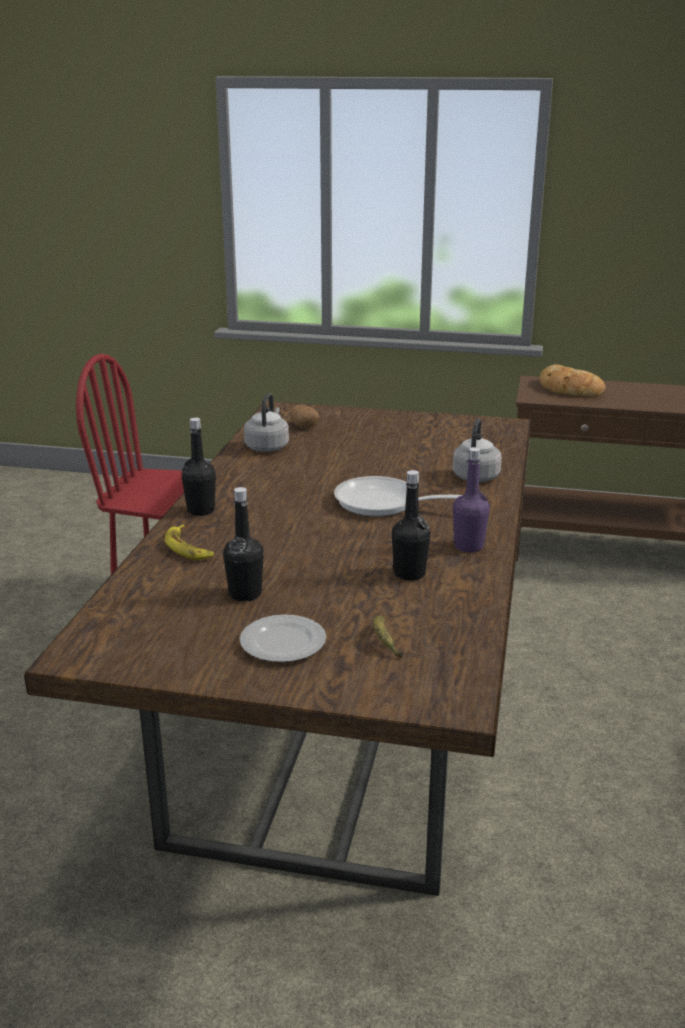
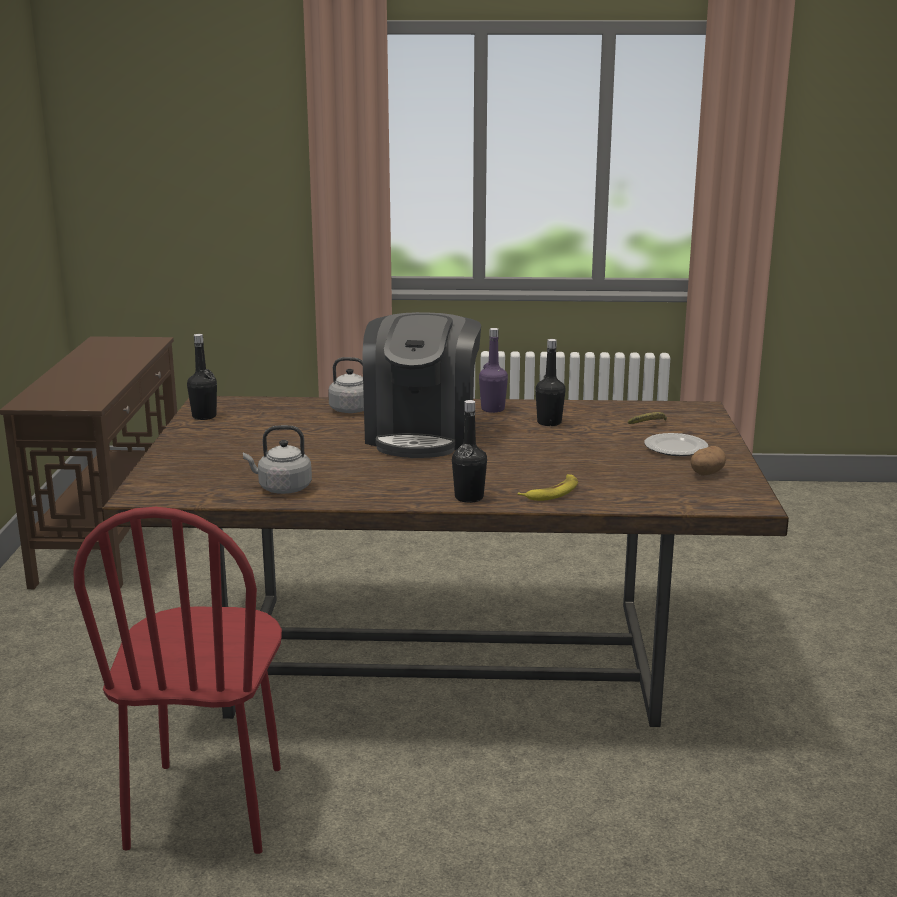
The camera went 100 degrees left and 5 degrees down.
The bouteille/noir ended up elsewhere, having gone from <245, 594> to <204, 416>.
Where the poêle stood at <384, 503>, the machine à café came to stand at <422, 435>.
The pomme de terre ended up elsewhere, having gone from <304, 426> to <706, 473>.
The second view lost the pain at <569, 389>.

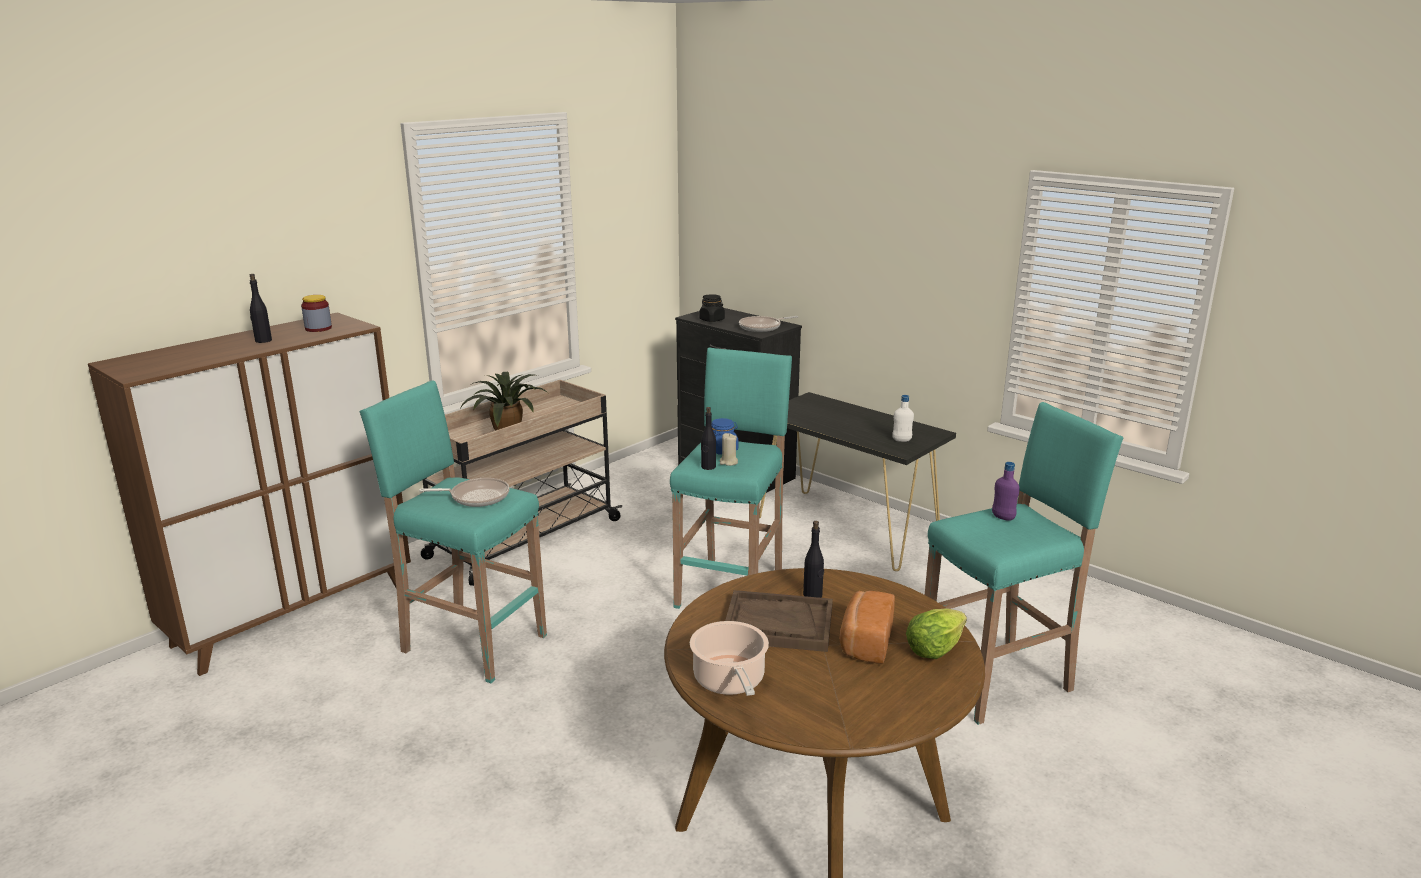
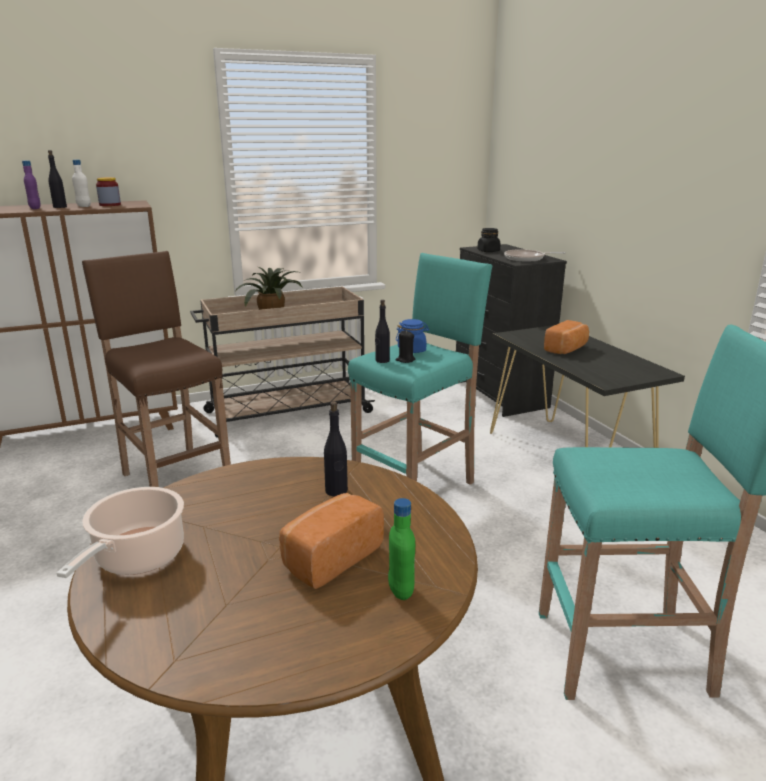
The camera went 25 degrees right and 0 degrees up.
The bouteille/violet ended up elsewhere, having gone from <1003, 517> to <35, 208>.
The bouteille/blanc ended up elsewhere, having gone from <901, 440> to <84, 206>.
What was the tabouret/turquoise at <471, 643> turned into the tabouret/marron at <175, 480>.
Where the laitue stood at <934, 649>, the bouteille/vert came to stand at <401, 590>.
What was the bougie/beige at <728, 462> turned into the bougie/noir at <405, 360>.
The second view gained the pain at <567, 349>.
The second view lost the poêle at <476, 497>.
The second view lost the plateau/marron at <778, 624>.

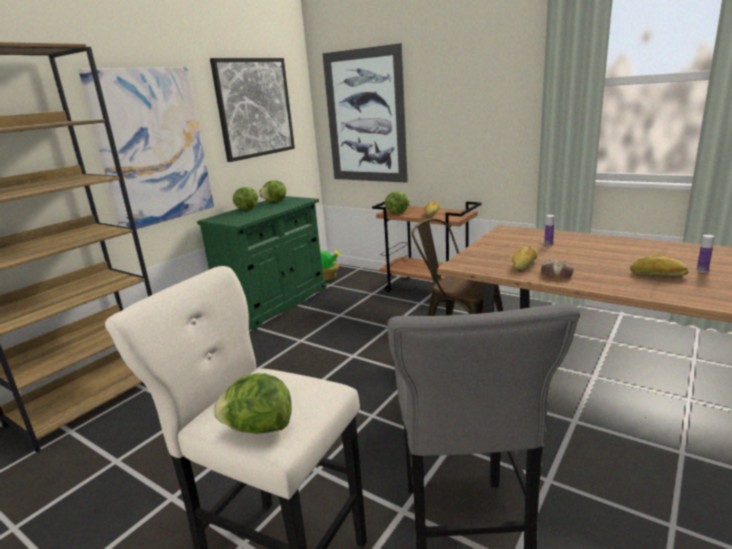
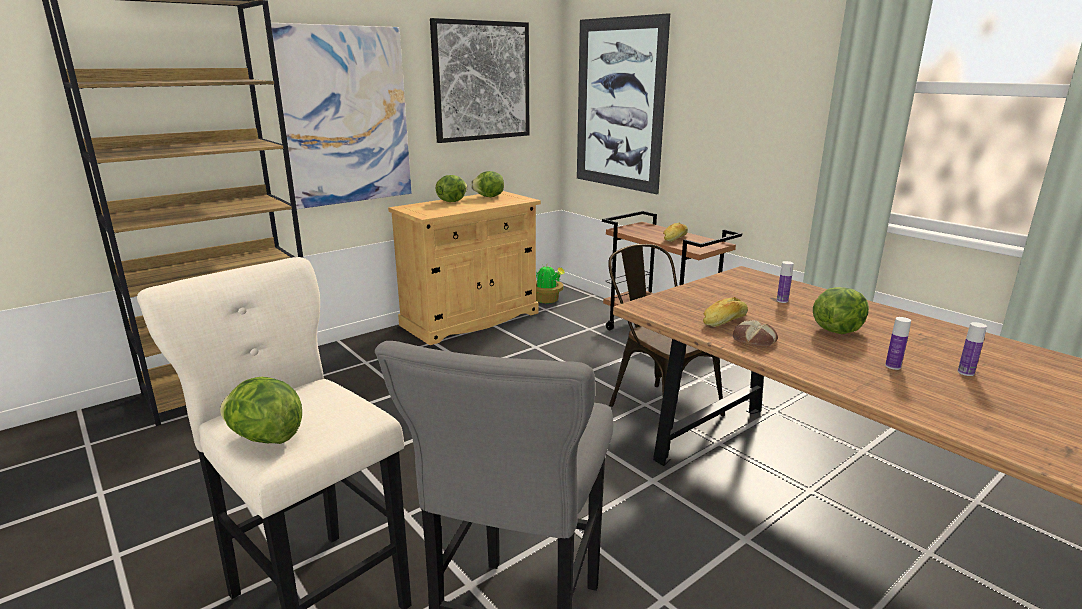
The camera went 15 degrees right and 0 degrees up.
What was the meuble de rangement/vert at <275, 303> turned into the meuble de rangement/beige at <470, 319>.
The laitue ended up elsewhere, having gone from <397, 212> to <837, 330>.
Where the pain stood at <657, 274>, the bouteille came to stand at <893, 366>.

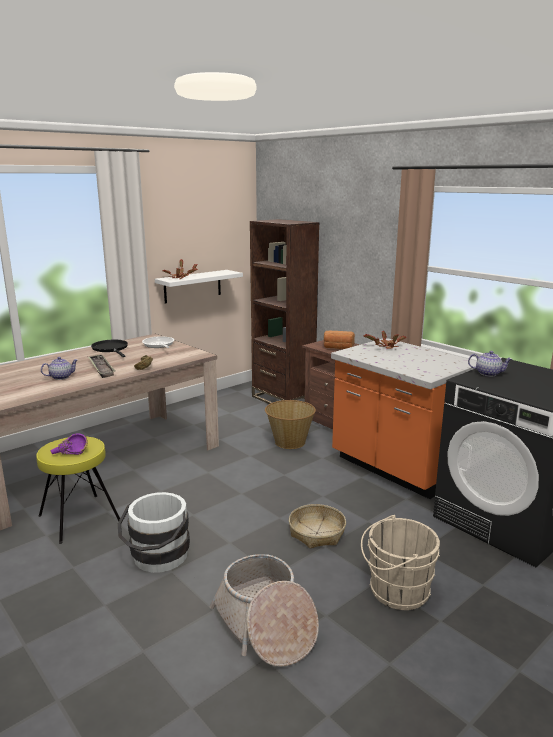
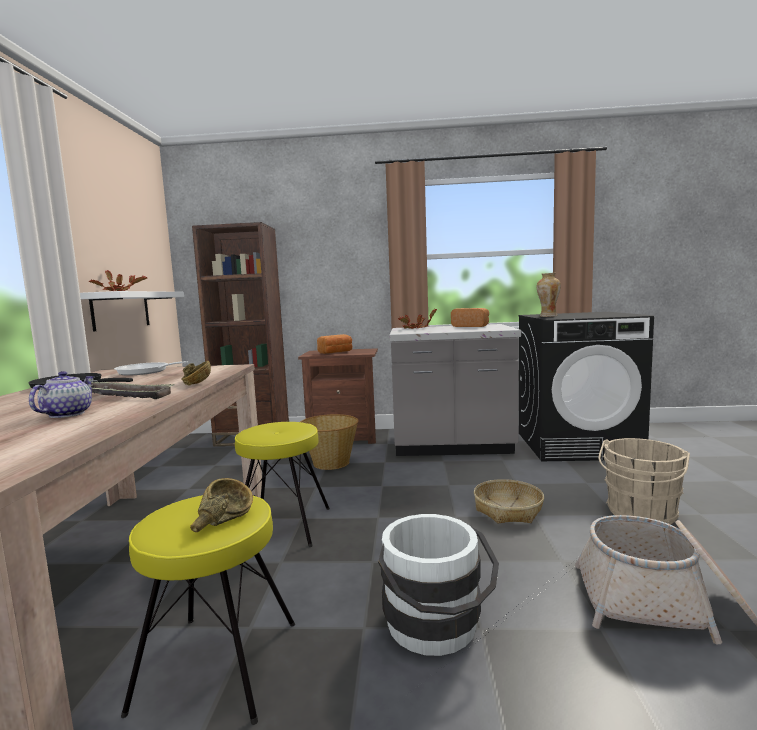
The camera went 45 degrees left and 10 degrees down.
What was the bol/violet at <70, 453> turned into the bol/marron at <223, 520>.
The second view gained the tabouret/jaune at <284, 525>.
What was the comptoir de cuisine/orange at <397, 468> turned into the comptoir de cuisine/gris at <452, 446>.
The second view gained the pain at <471, 326>.
Where the théière stood at <488, 373>, the vase came to stand at <548, 316>.

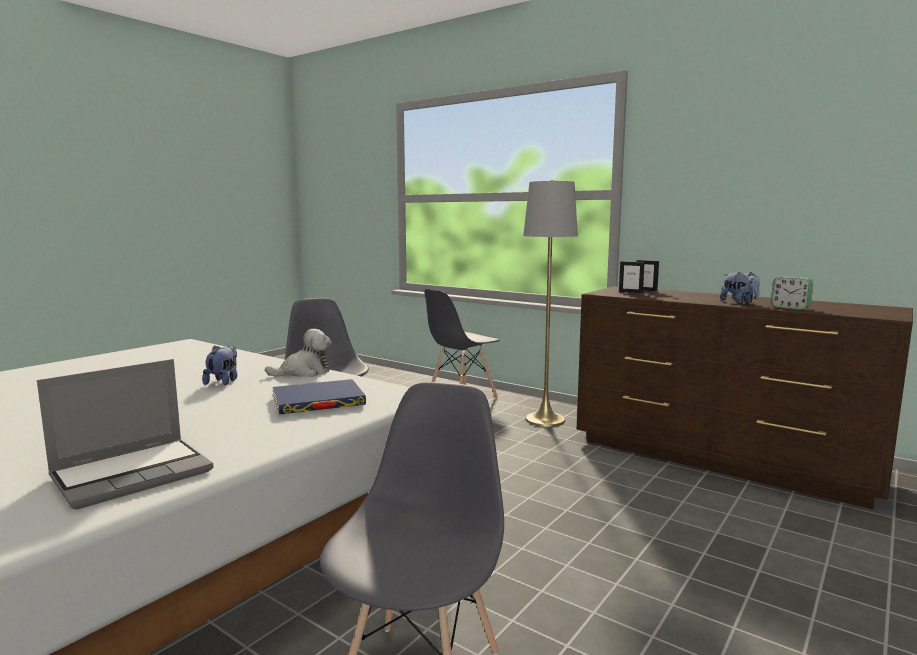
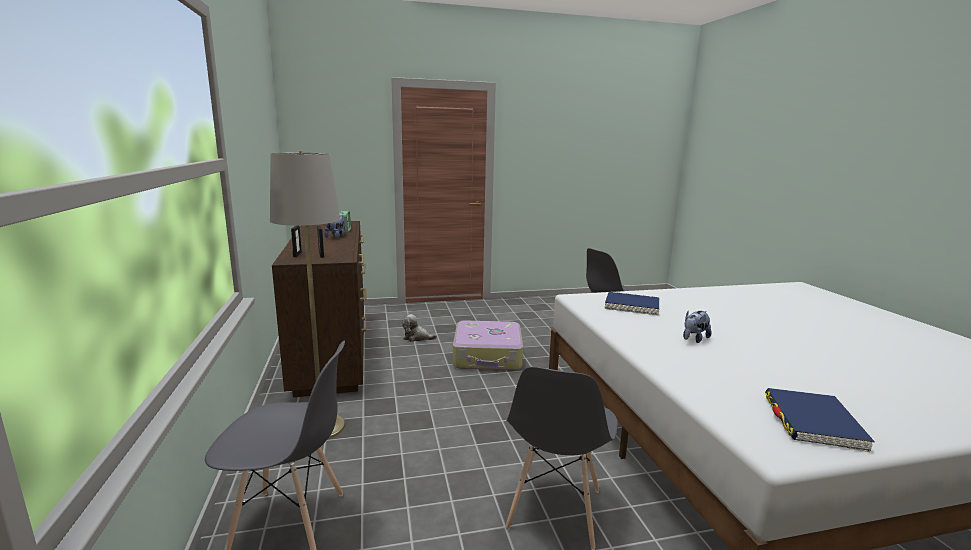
The camera went 140 degrees left and 5 degrees up.
The peluche ended up elsewhere, having gone from <304, 372> to <417, 338>.
The second view gained the valise at <488, 356>.
The second view gained the livre/bleu at <812, 422>.
The second view lost the ordinateur portable at <134, 473>.

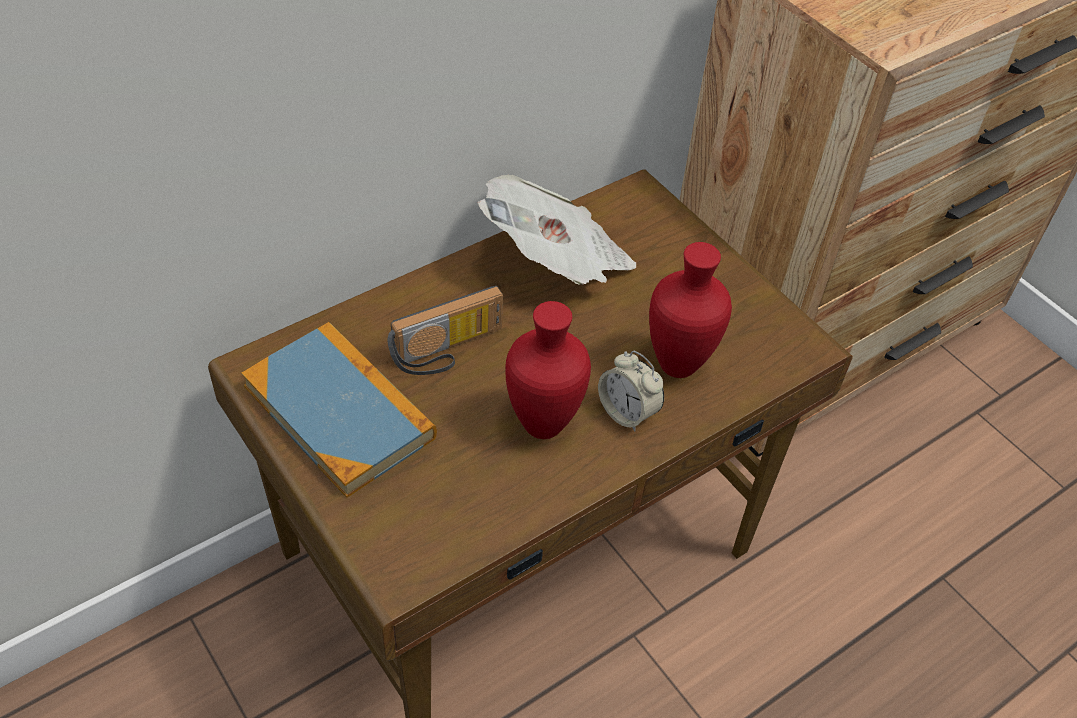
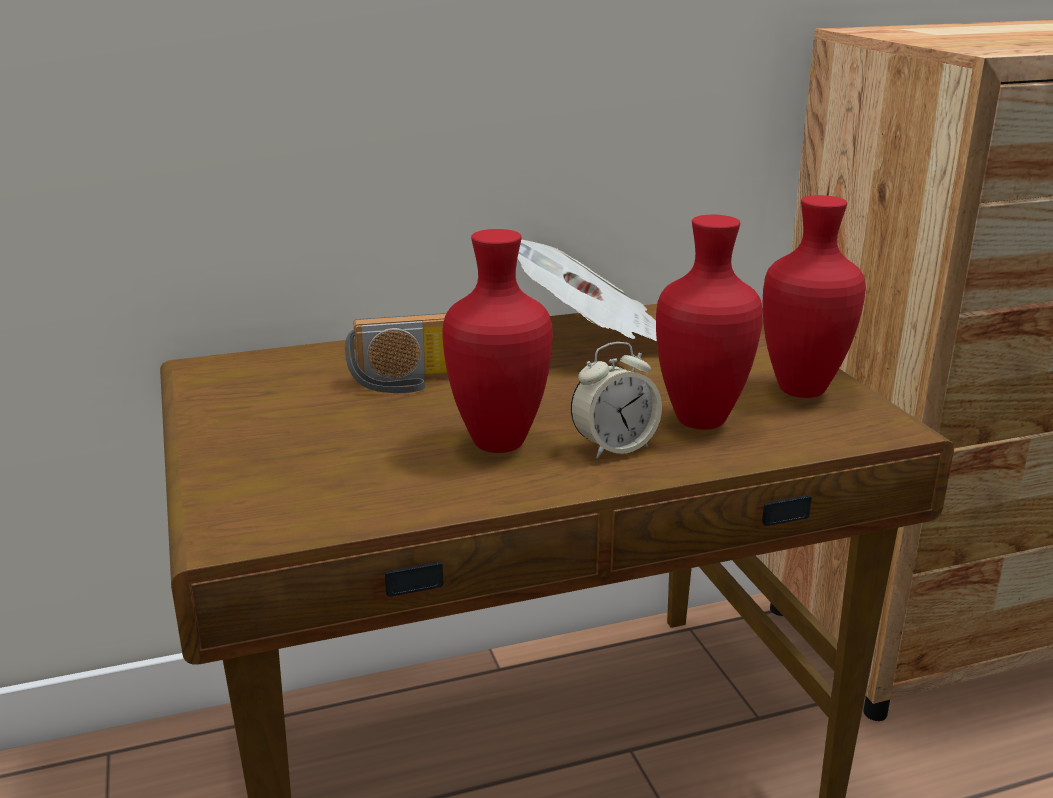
The camera went 20 degrees right and 25 degrees down.
The réveil at <627, 412> ended up facing another way, 90 degrees counterclockwise from before.
The second view gained the vase/rouge at <802, 388>.
The second view lost the livre at <339, 412>.

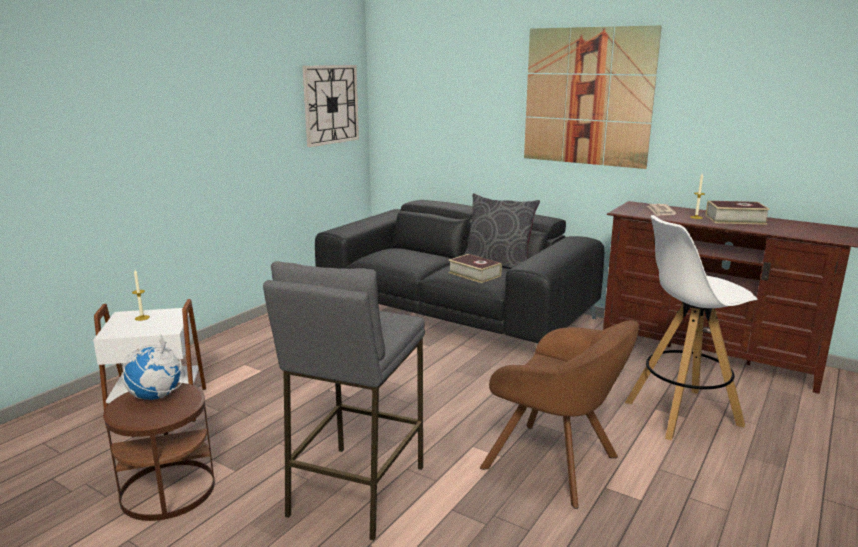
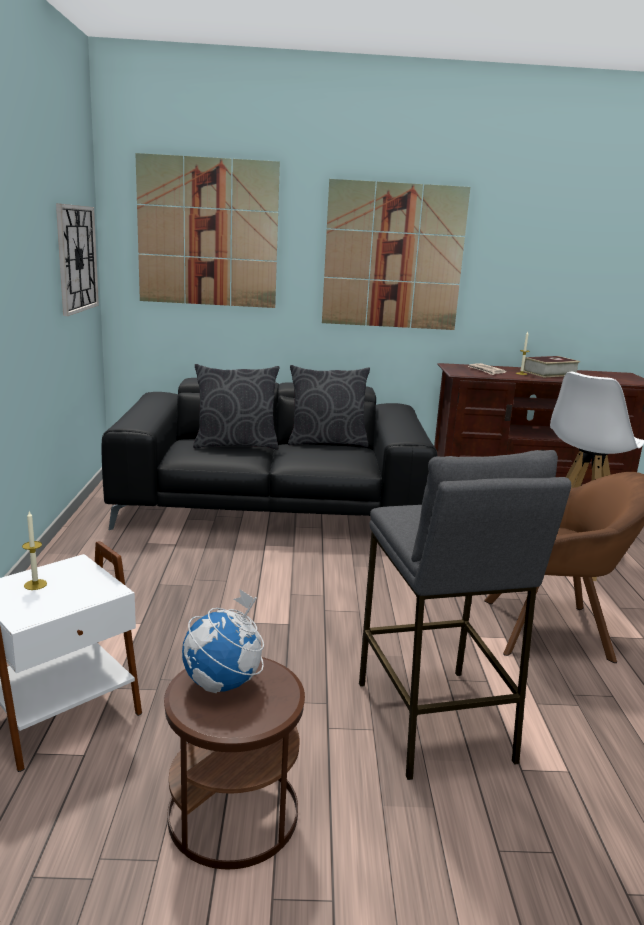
The camera went 35 degrees left and 0 degrees up.
The second view gained the tableau at <208, 233>.
The second view gained the coussin/gris at <236, 444>.
The second view lost the livre at <474, 274>.

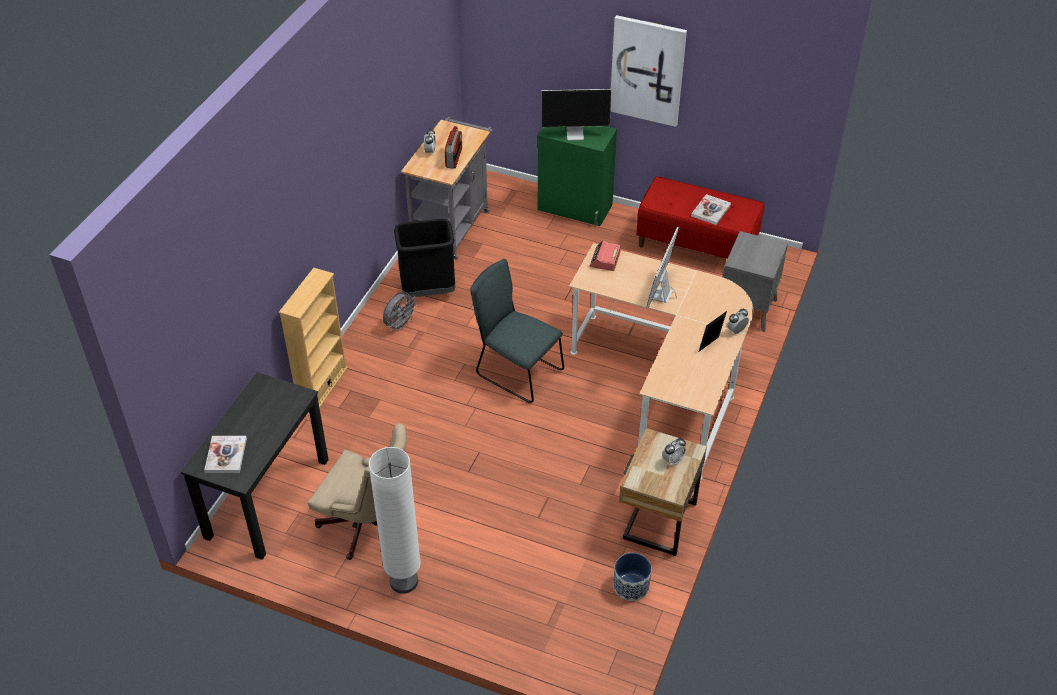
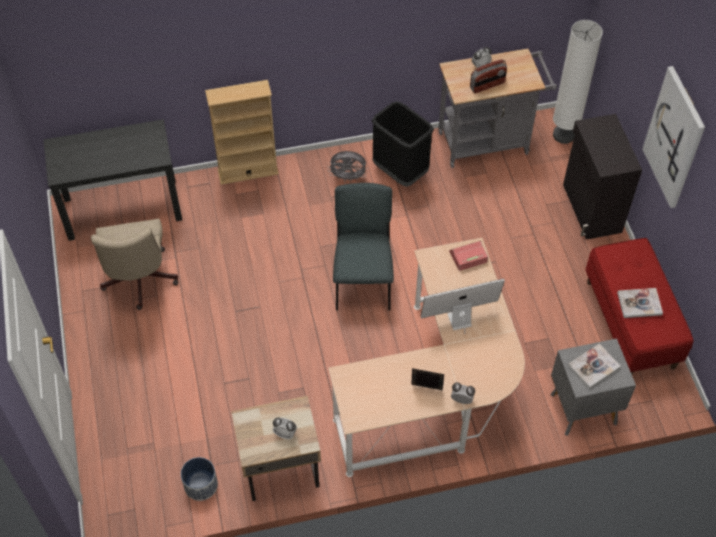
The camera went 55 degrees right and 10 degrees up.
The lampadaire/blanc ended up elsewhere, having gone from <404, 581> to <563, 135>.
What was the meuble de rangement/vert at <575, 208> turned into the meuble de rangement/noir at <591, 209>.
The livre ended up elsewhere, having gone from <226, 455> to <593, 367>.
The second view lost the écran d'ordinateur at <575, 134>.

